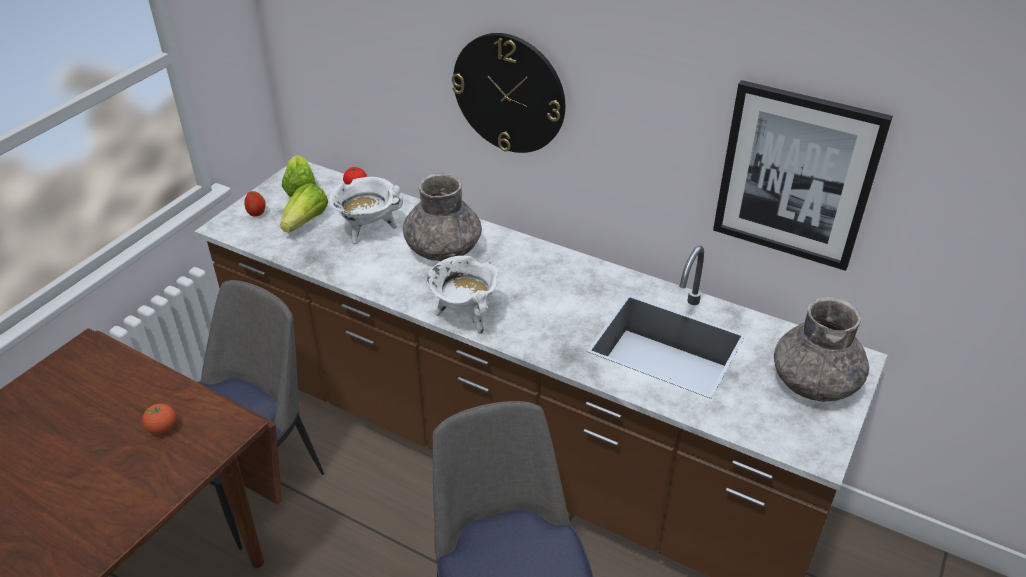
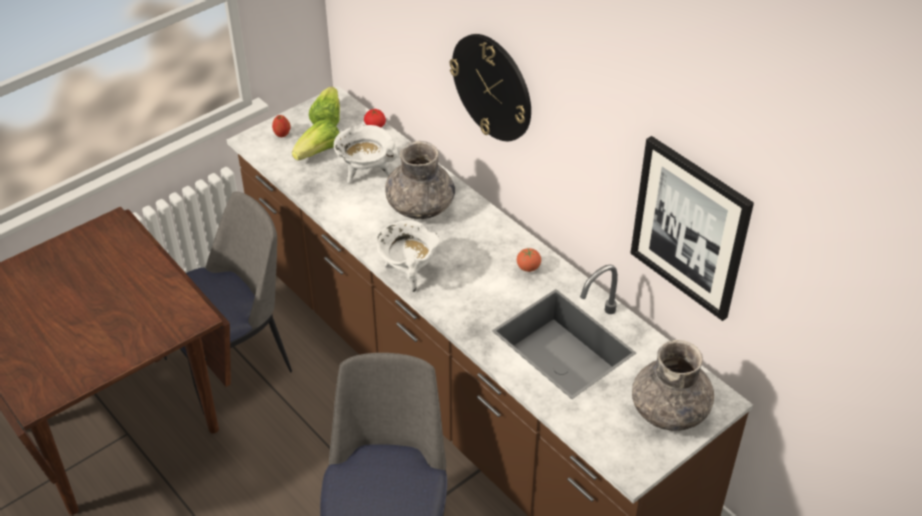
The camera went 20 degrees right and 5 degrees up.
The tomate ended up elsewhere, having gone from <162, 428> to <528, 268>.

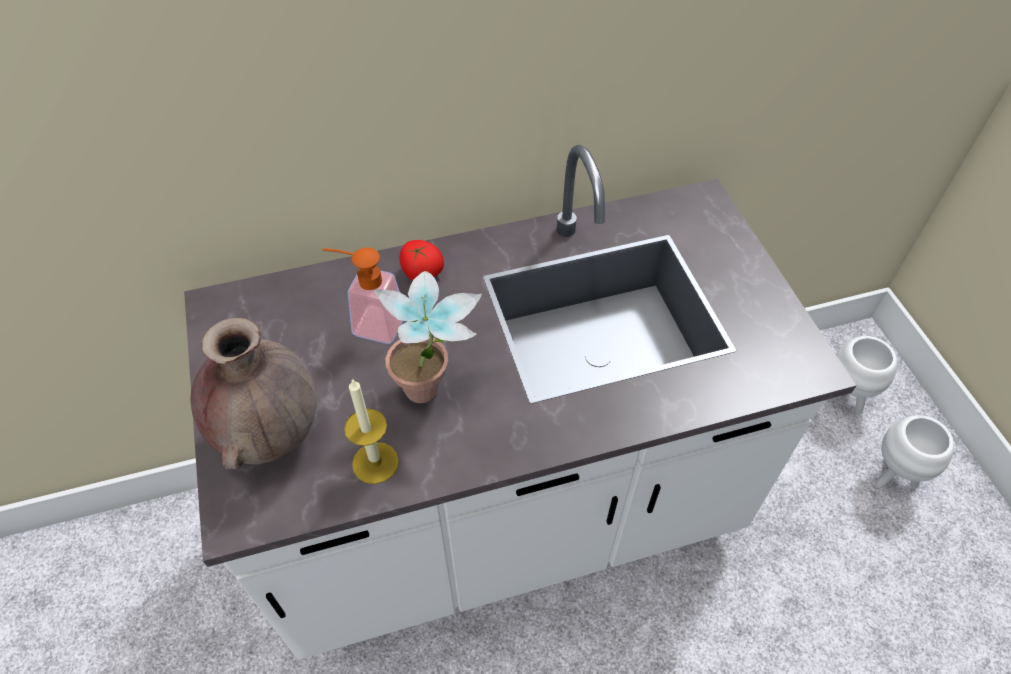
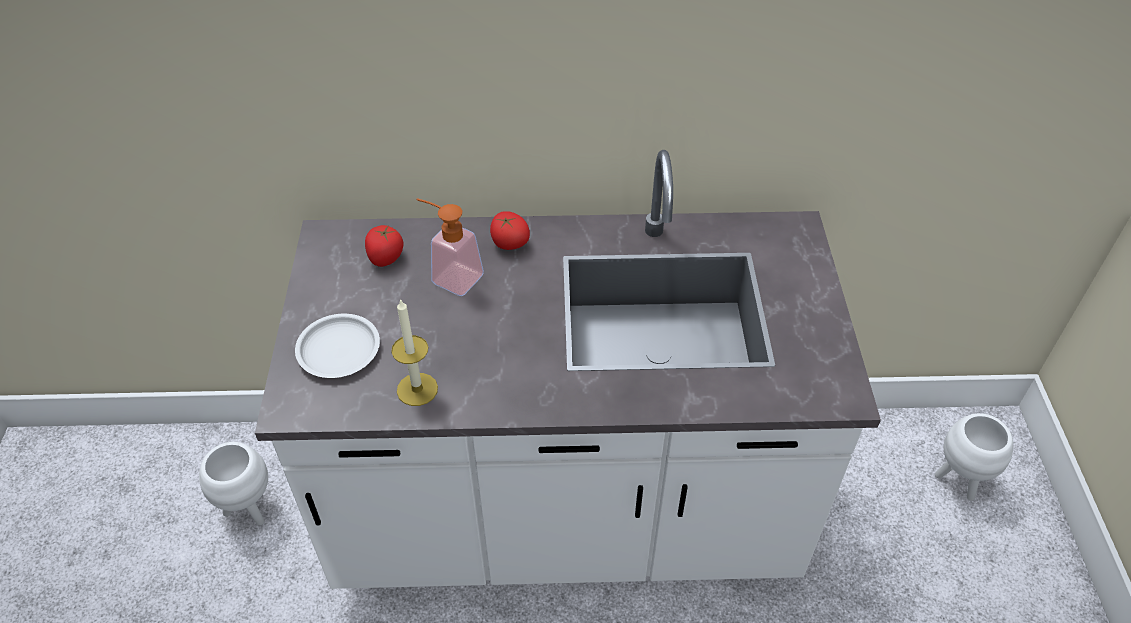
The camera went 15 degrees right and 5 degrees down.
The cache-pot/blanc ended up elsewhere, having gone from <893, 476> to <249, 509>.
Where the vase/marron stood at <271, 435>, the assiette/blanc came to stand at <338, 349>.
The second view gained the tomate at <385, 257>.
The second view lost the plante en pot at <434, 392>.

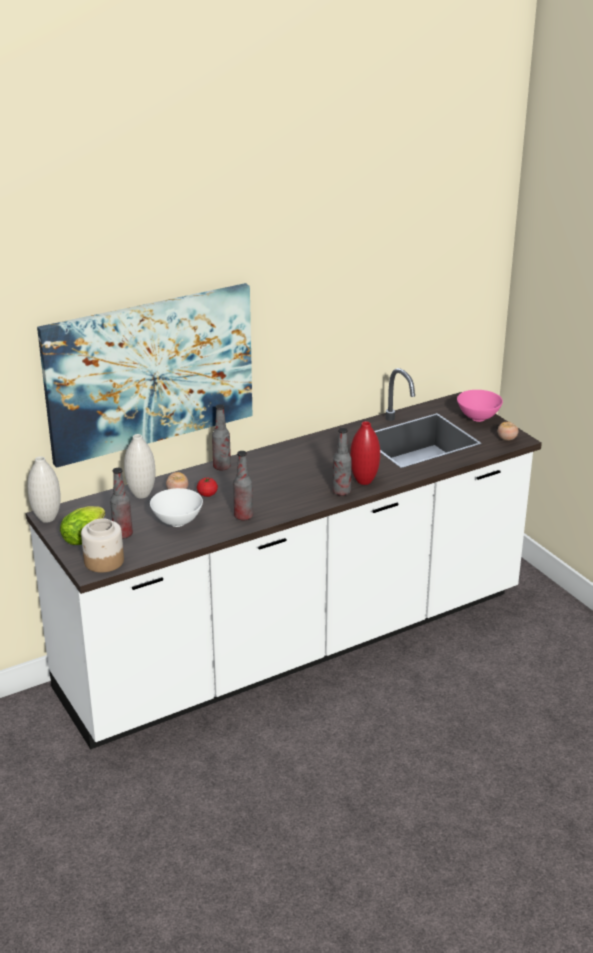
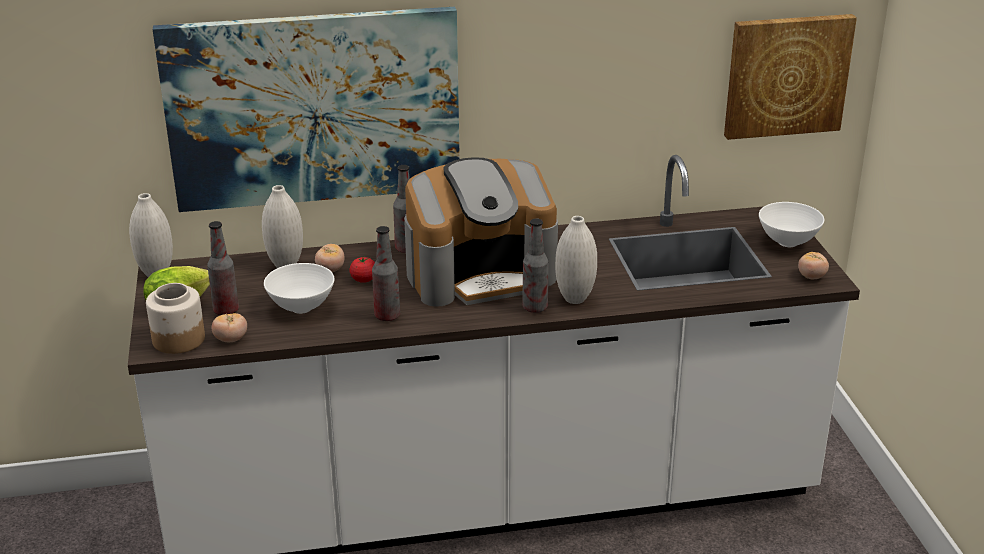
The camera went 20 degrees right and 0 degrees up.
The second view gained the tomate at <231, 339>.
The second view gained the machine à café at <480, 273>.
What was the vase/rouge at <364, 481> turned into the vase/blanc at <575, 299>.
The second view gained the tableau at <786, 75>.
What was the bol/rose at <478, 418> turned into the bol/blanc at <788, 243>.

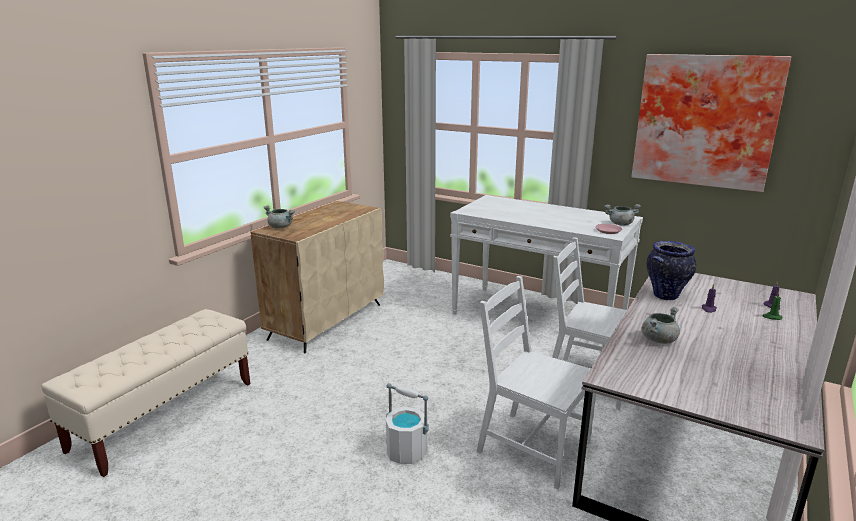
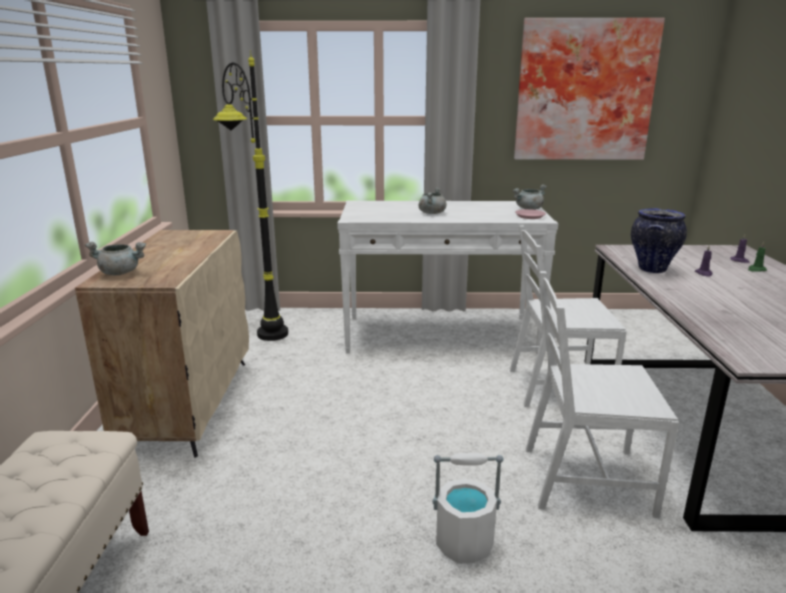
The camera went 30 degrees left and 0 degrees up.
The second view gained the lampadaire/noir at <260, 326>.
The marmite/gris ended up elsewhere, having gone from <658, 339> to <432, 213>.

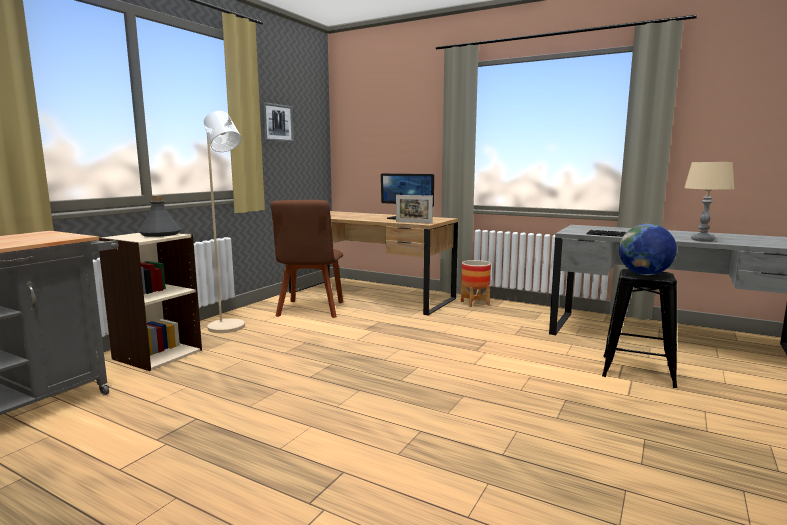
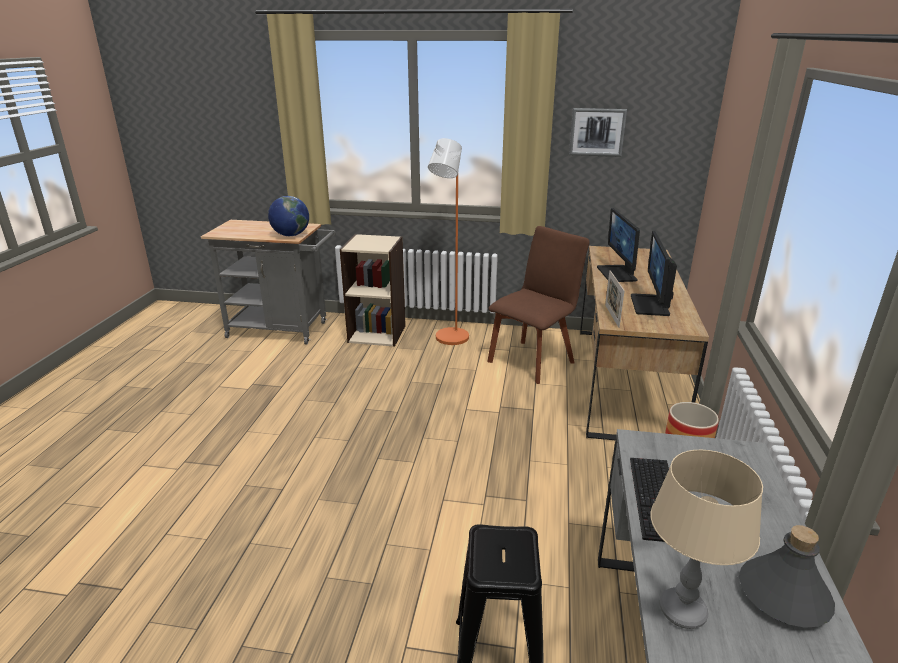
The camera went 70 degrees right and 15 degrees up.
The globe ended up elsewhere, having gone from <644, 274> to <291, 235>.
What was the lampadaire/beige at <230, 328> turned into the lampadaire/orange at <449, 340>.
The chaise/marron at <310, 310> ended up facing another way, 150 degrees clockwise from before.
The second view gained the écran d'ordinateur at <617, 274>.
The bouteille/gris ended up elsewhere, having gone from <160, 234> to <782, 596>.

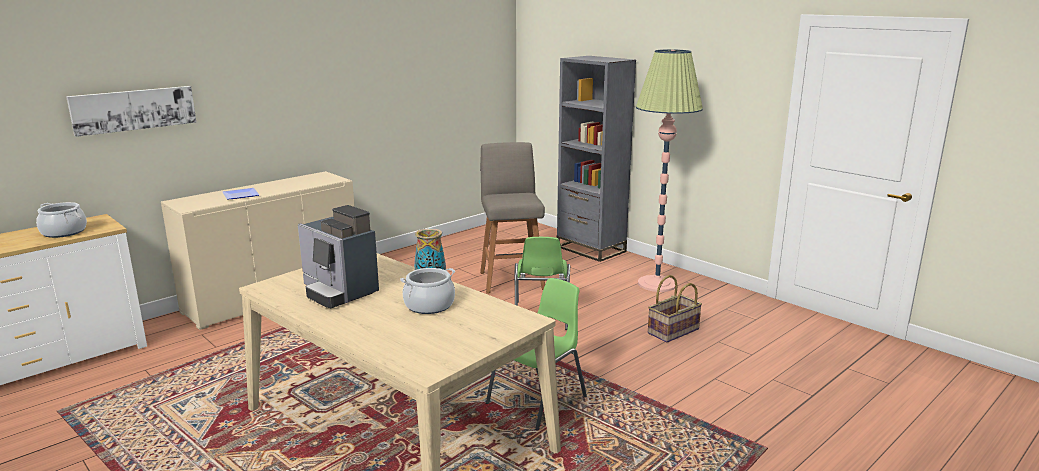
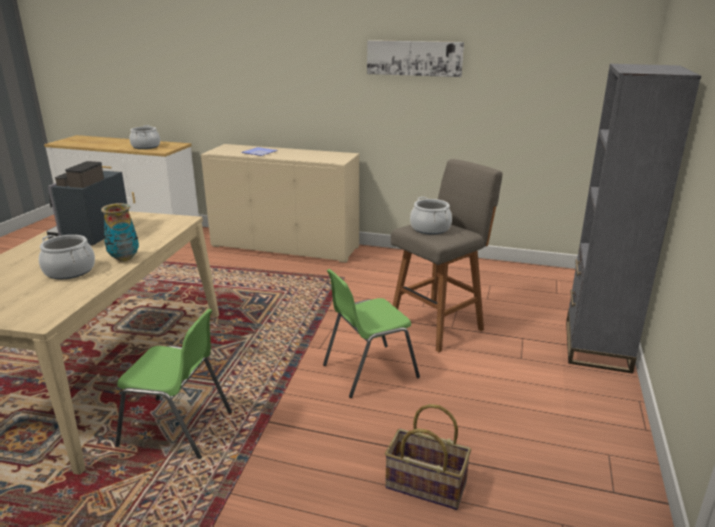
The camera went 60 degrees right and 5 degrees up.
The tableau ended up elsewhere, having gone from <134, 109> to <414, 58>.
The second view gained the marmite at <430, 229>.
The second view lost the lampadaire at <657, 284>.

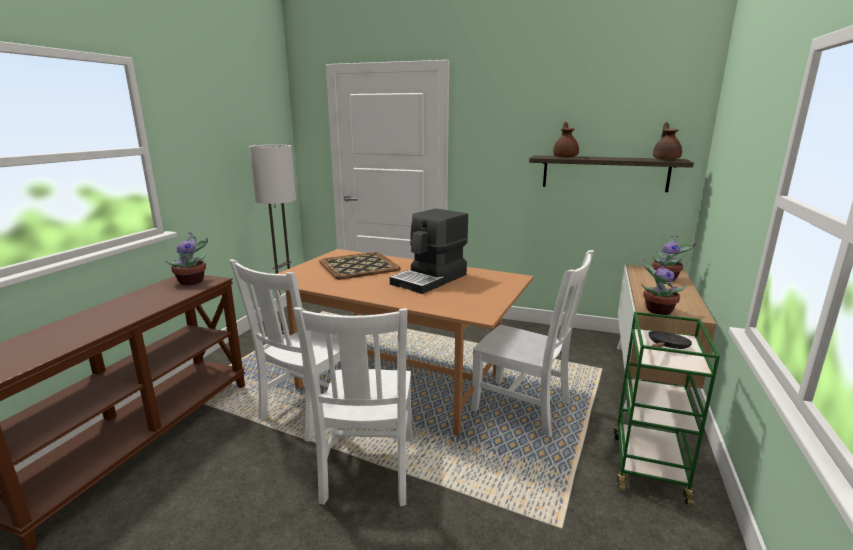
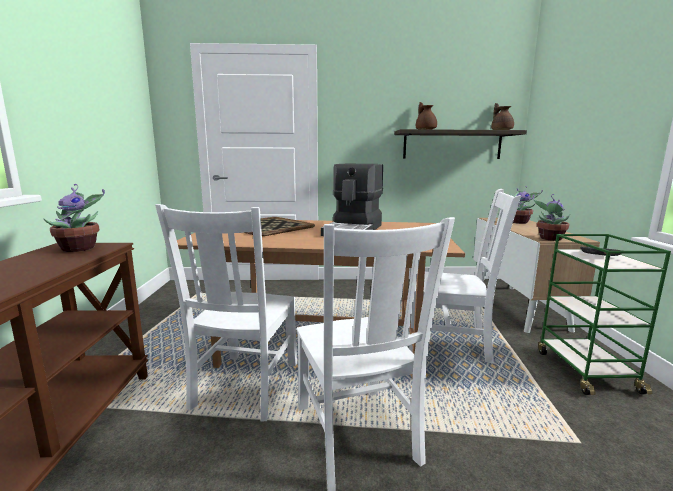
The camera went 20 degrees left and 5 degrees down.
The second view lost the lampadaire at <288, 328>.

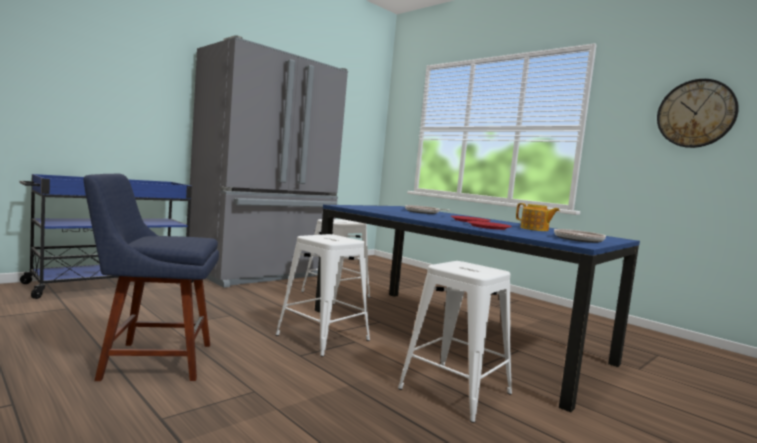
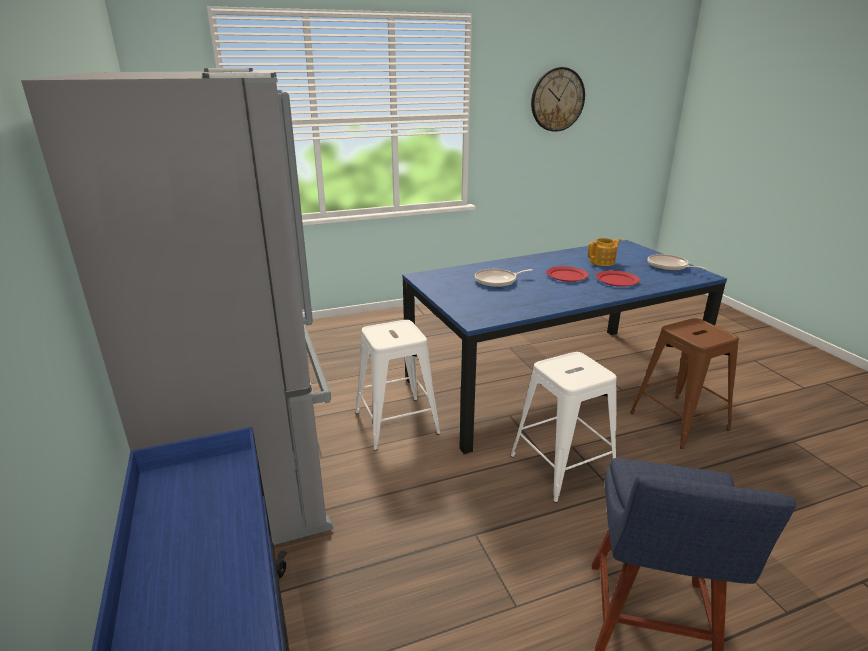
The camera went 65 degrees left and 20 degrees up.
What was the tabouret/blanc at <456, 391> turned into the tabouret/marron at <679, 421>.

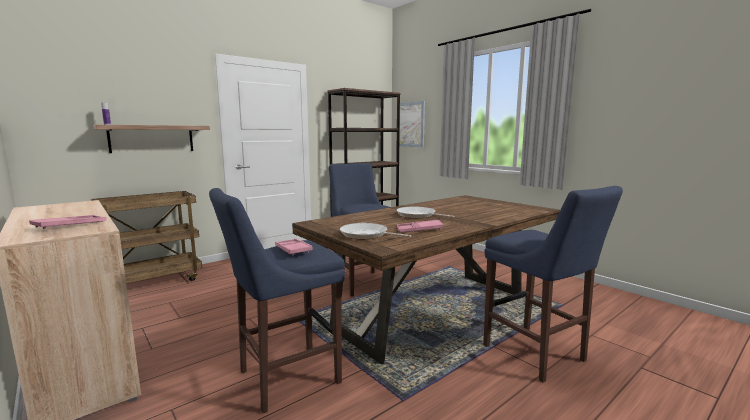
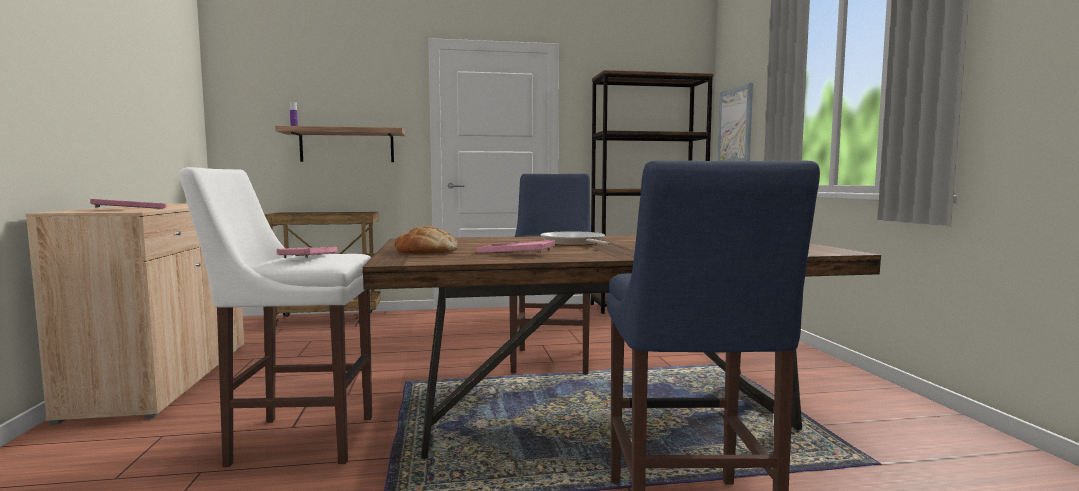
The camera went 30 degrees right and 5 degrees down.
What was the tabouret/bleu at <284, 378> turned into the tabouret/blanc at <296, 439>.
Where the poêle stood at <366, 235>, the pain came to stand at <426, 251>.

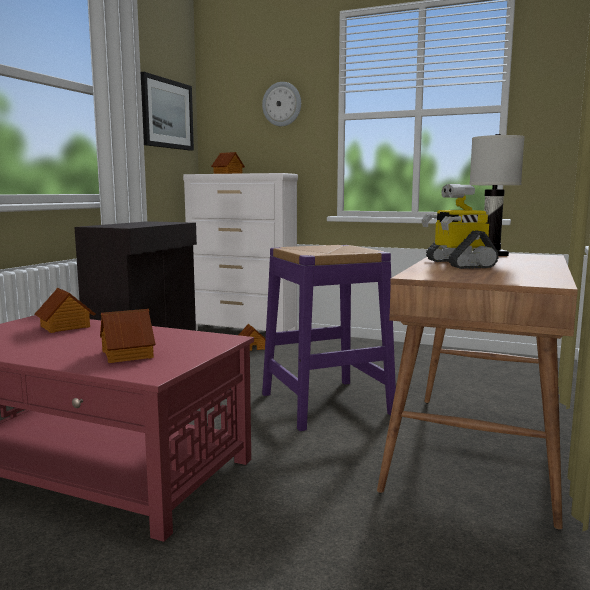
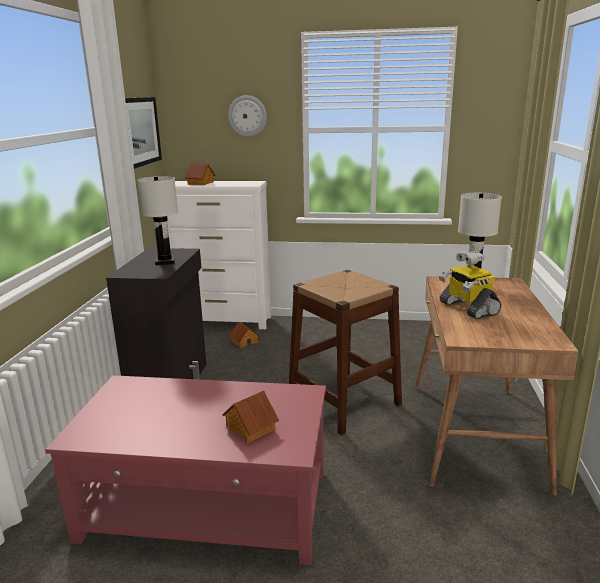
The camera went 15 degrees left and 10 degrees up.
The second view gained the lampe de table/blanc at <164, 261>.
What was the tabouret/violet at <326, 403> turned into the tabouret/marron at <344, 401>.
The second view lost the maison miniature at <65, 326>.

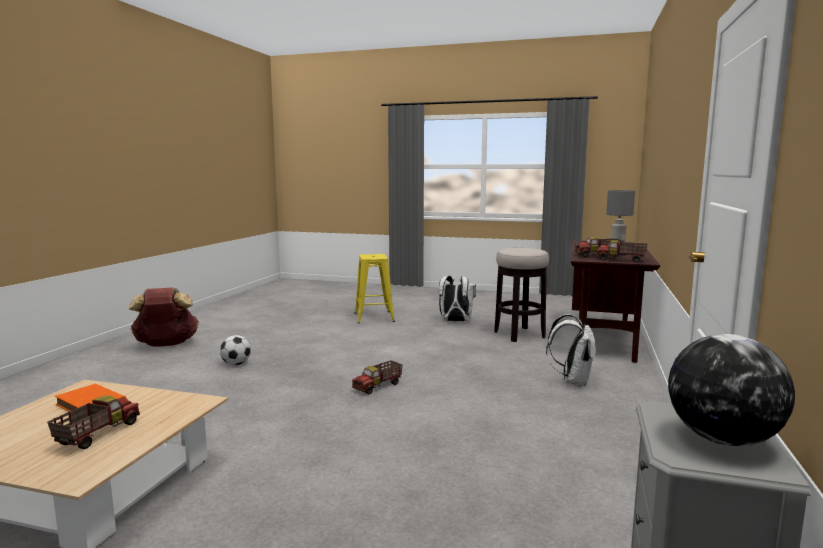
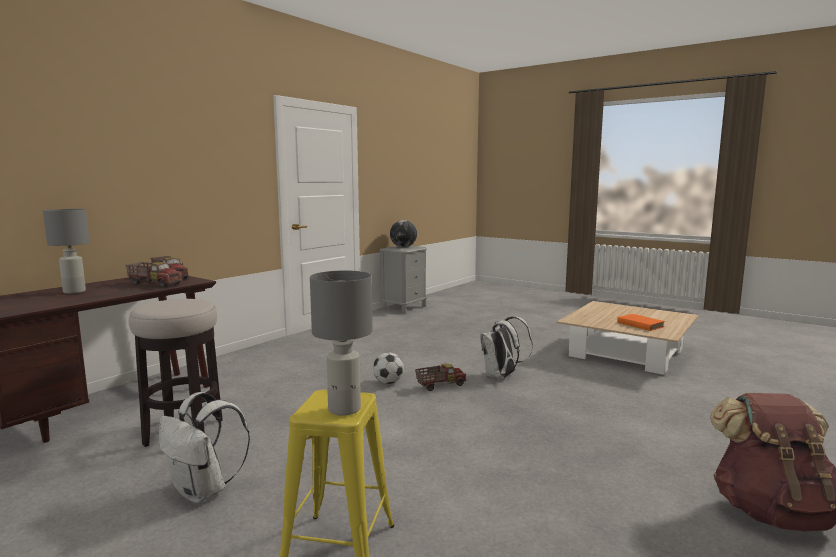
The camera went 160 degrees left and 0 degrees up.
The second view gained the lampe de table/gris at <345, 409>.
The ballon de foot ended up elsewhere, having gone from <236, 364> to <388, 382>.
The sac à dos/blanc ended up elsewhere, having gone from <572, 381> to <502, 376>.
The second view lost the camion jouet at <97, 434>.

